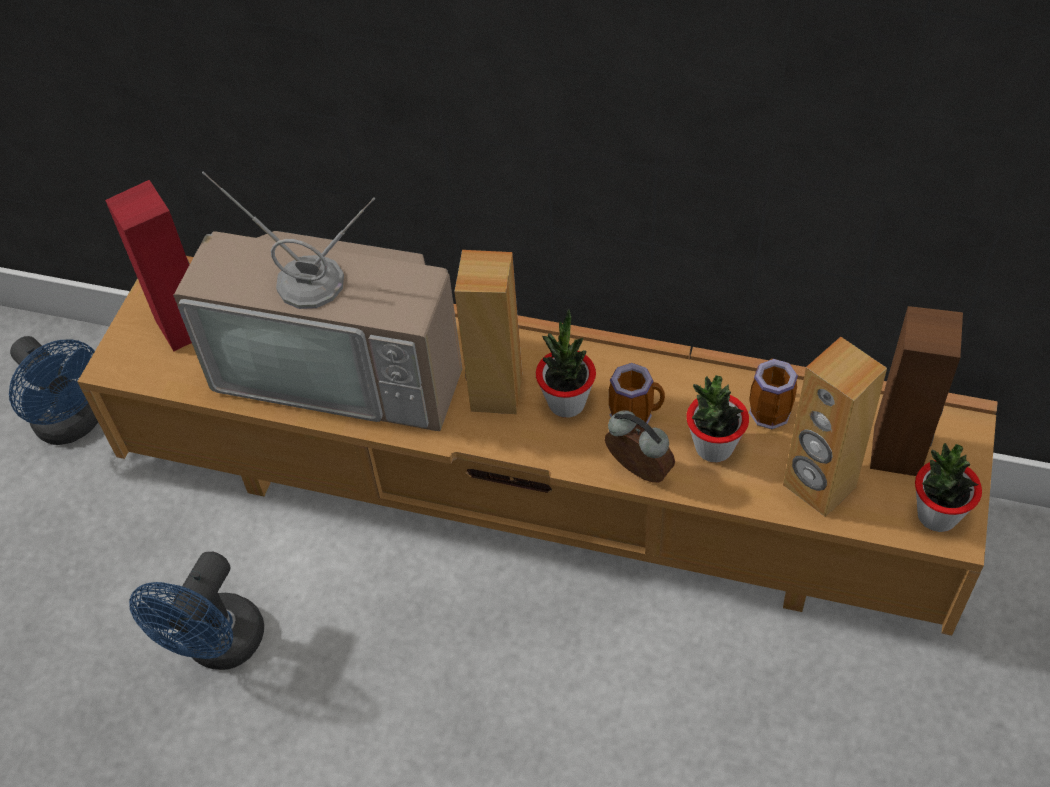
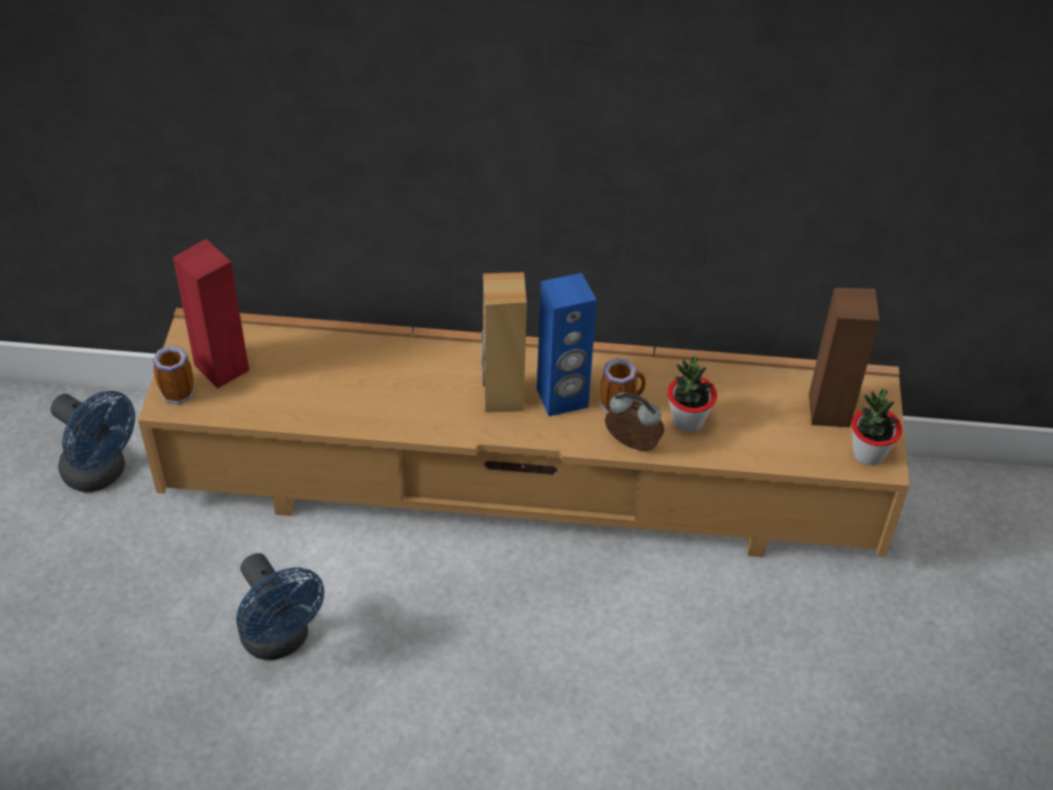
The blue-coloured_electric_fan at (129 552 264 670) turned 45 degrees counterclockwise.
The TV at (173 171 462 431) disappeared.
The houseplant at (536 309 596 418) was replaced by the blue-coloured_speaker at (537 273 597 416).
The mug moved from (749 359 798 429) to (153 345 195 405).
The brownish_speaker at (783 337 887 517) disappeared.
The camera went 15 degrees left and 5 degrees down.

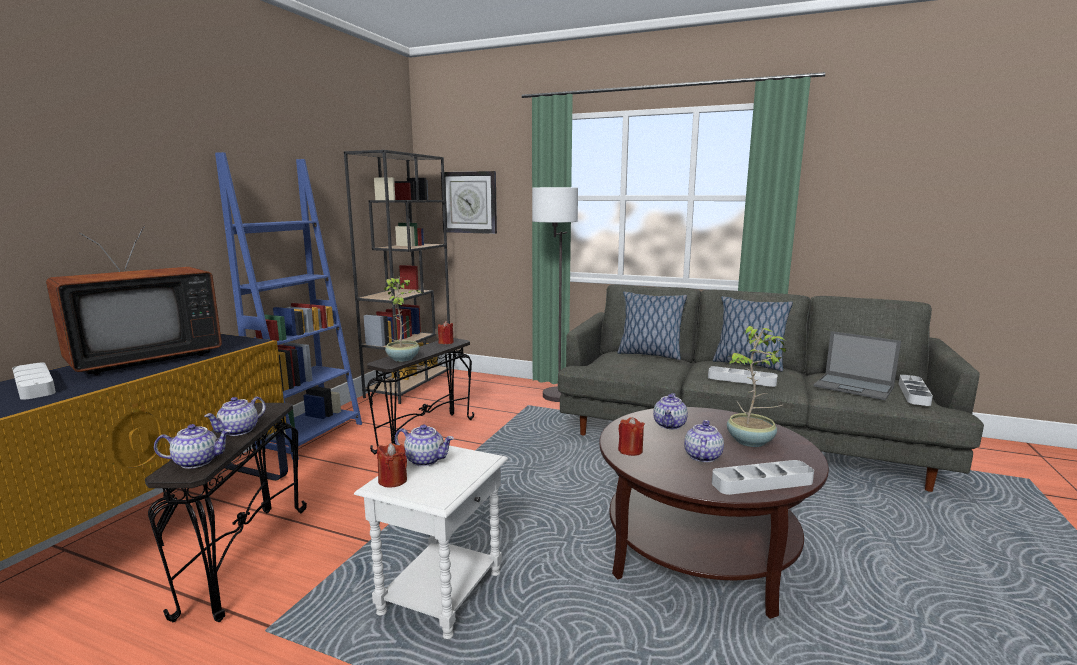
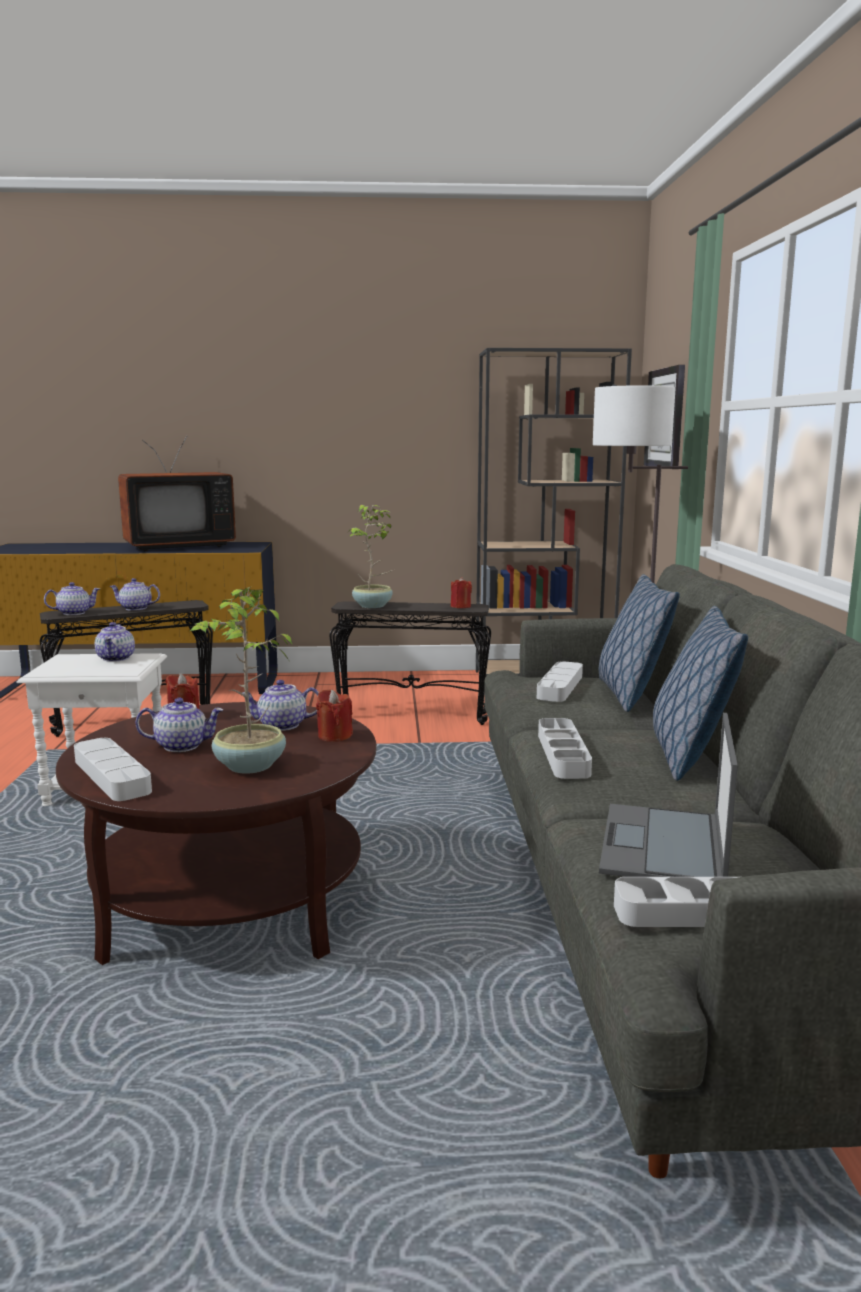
The gray_serving_tray moved from (12 363 56 400) to (537 661 583 702).
The TV at (46 226 222 375) turned 45 degrees counterclockwise.
The teapot at (154 424 231 469) turned 75 degrees counterclockwise.
The blue-coloured_bookshelf at (215 152 362 460) disappeared.
The reddish_wax_light moved from (377 443 407 488) to (316 689 353 742).
The camera went 65 degrees right and 0 degrees up.

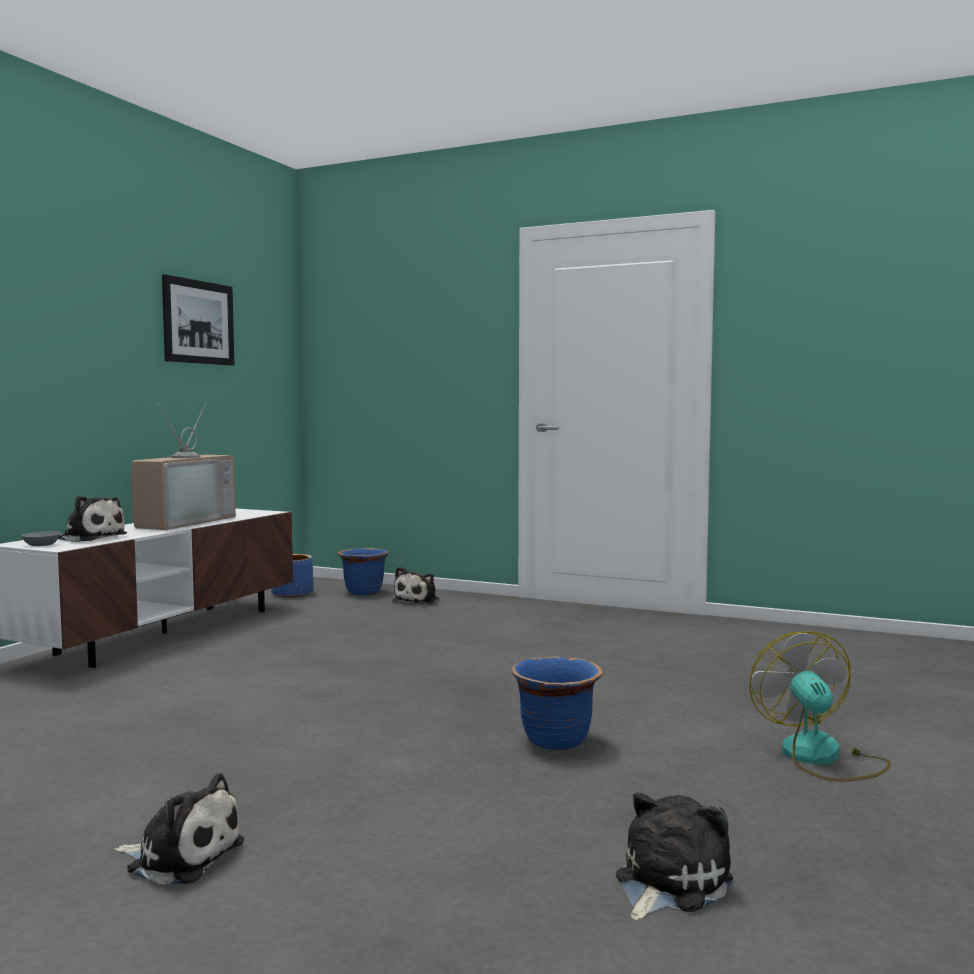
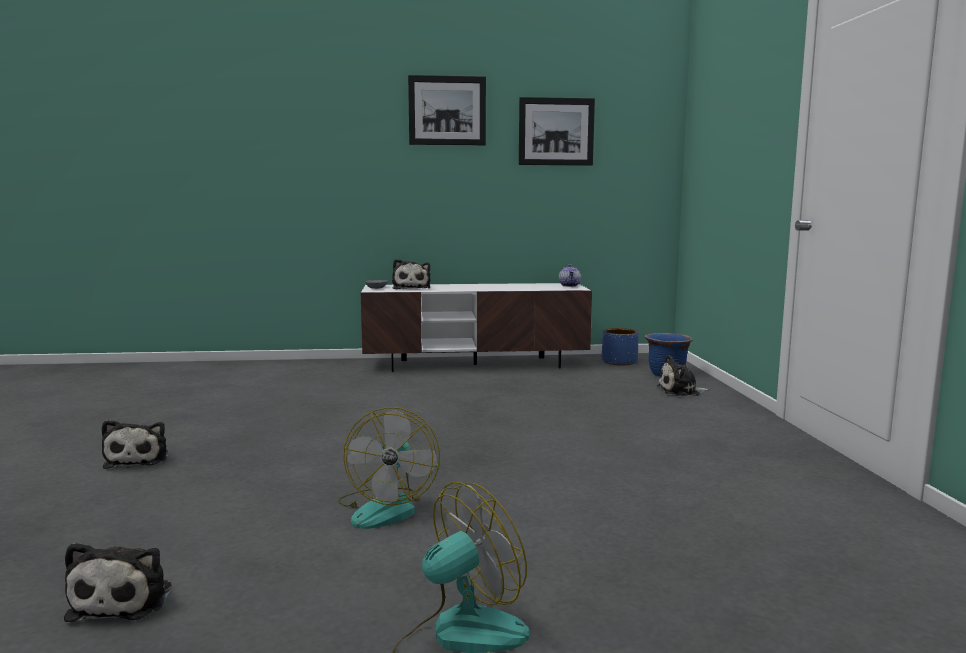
The TV at (131 403 236 530) disappeared.
The blue-coloured_planter at (511 656 603 750) was replaced by the electric_fan at (338 407 440 529).
The cuddly_toy at (616 793 733 921) turned 75 degrees clockwise.
The picture at (408 75 486 145) appeared.
The teapot at (559 264 581 287) appeared.
The camera went 60 degrees right and 5 degrees up.

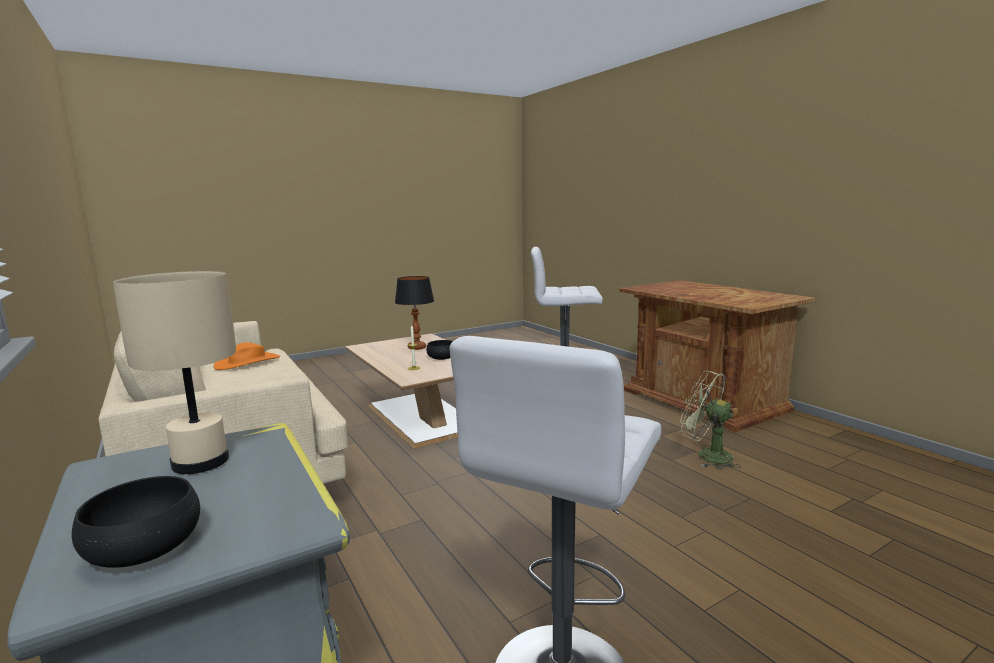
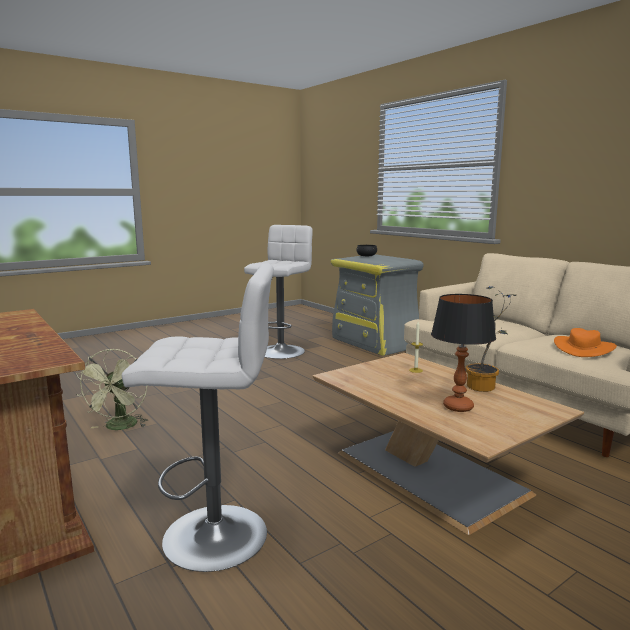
The sand-coloured_tabletop_lamp at (113 271 236 474) disappeared.
The black-coloured_bowl at (426 340 453 360) disappeared.
The green_electric_fan at (680 371 741 470) turned 60 degrees clockwise.
The houseplant at (465 286 516 392) appeared.
The camera went 175 degrees right and 0 degrees up.

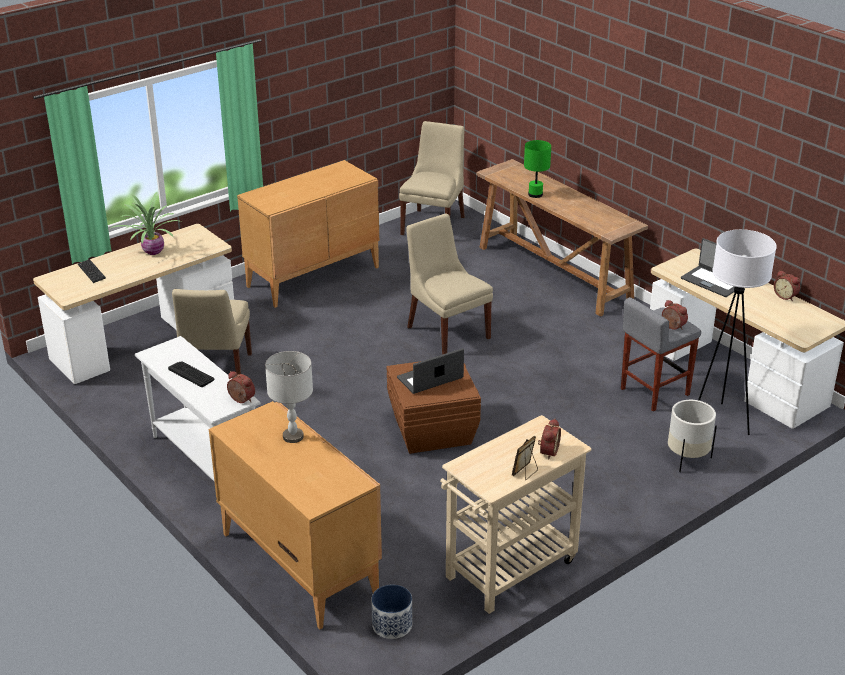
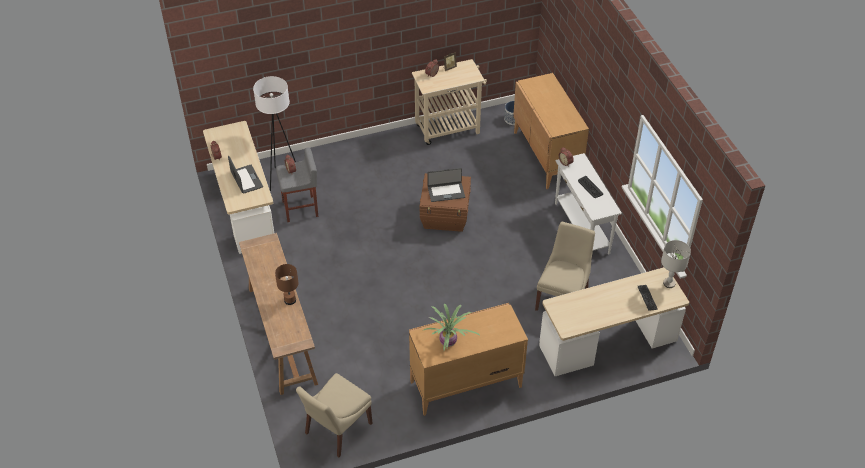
The houseplant moved from (108 192 181 255) to (424 303 479 351).
The gray_tabletop_lamp moved from (265 351 313 443) to (661 240 691 288).
The sand-coloured_plain_chair at (406 213 493 355) disappeared.
The green_tabletop_lamp at (524 140 551 198) became the brownish_tabletop_lamp at (275 264 298 305).
The white_planter at (668 400 717 472) disappeared.
The camera went 160 degrees left and 15 degrees up.

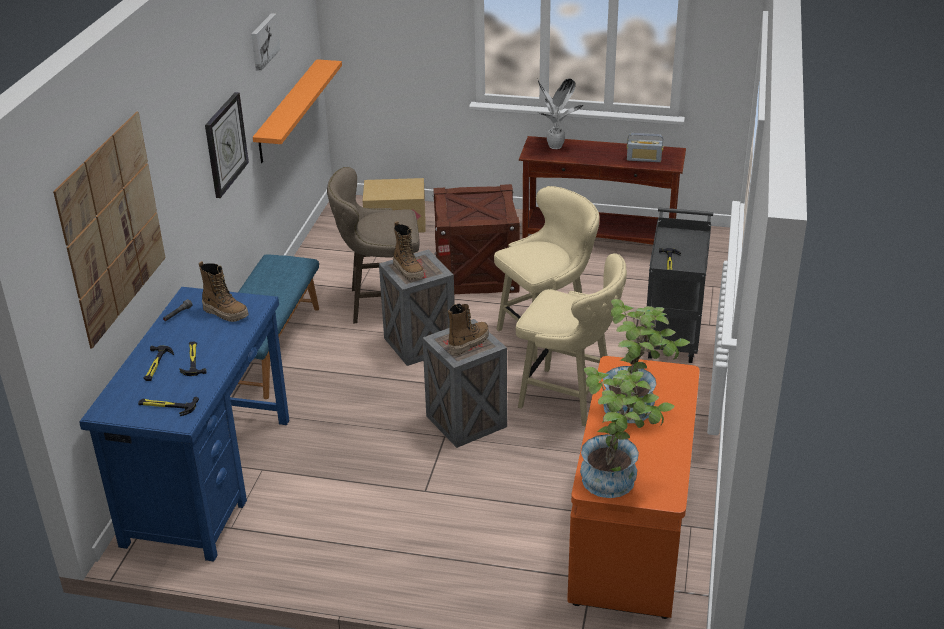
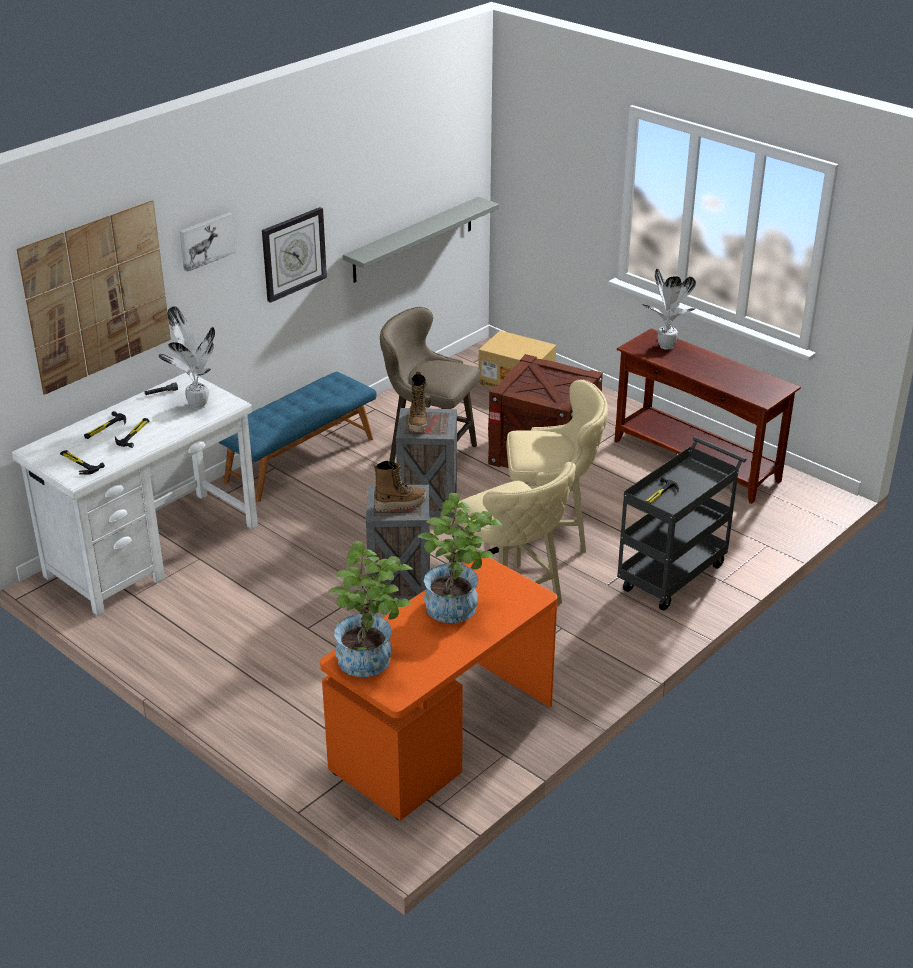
The blue-coloured_desk_unit at (79 287 289 562) became the white_desk_unit at (11 372 258 616).
The tall_boot at (199 261 249 322) was replaced by the houseplant at (159 306 215 409).
The picture moved from (251 13 280 71) to (180 212 236 272).
The orange_bracket_shelf at (253 59 342 163) became the gray_bracket_shelf at (343 197 499 283).
The radio at (627 133 663 162) disappeared.
The camera went 30 degrees right and 0 degrees up.

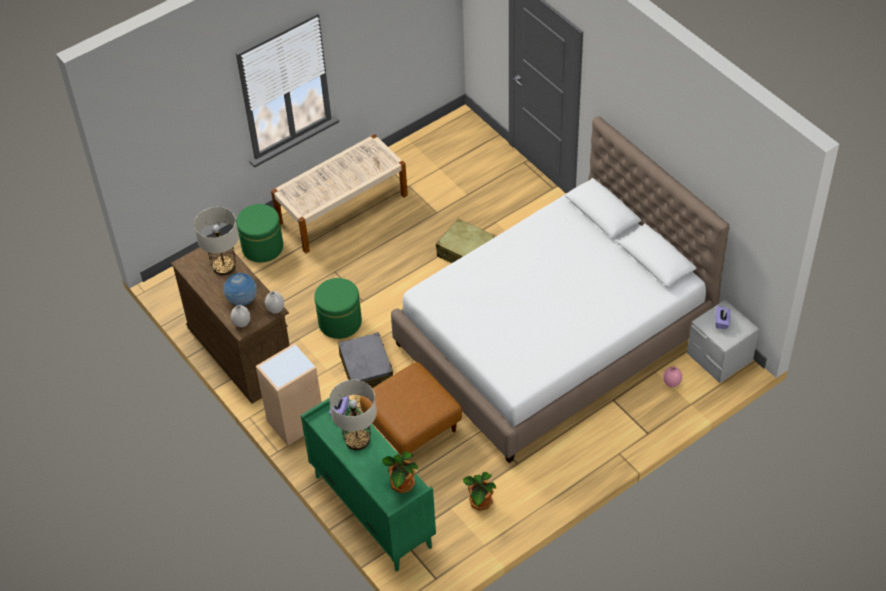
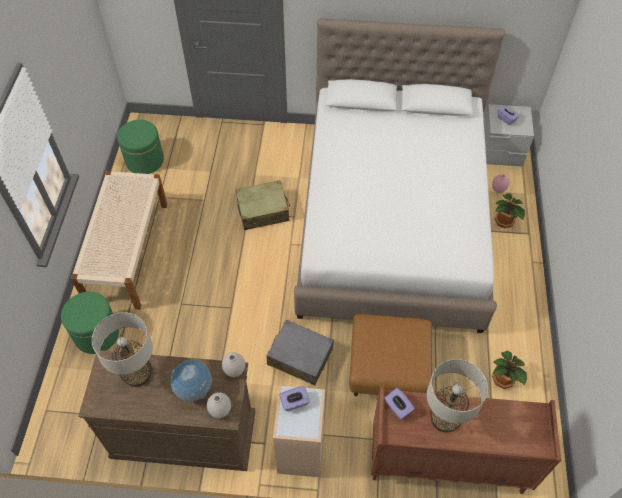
The green_storage_cabinet at (301 398 436 571) became the brownish_storage_cabinet at (371 386 561 494).
The green_footrest moved from (314 278 362 339) to (117 120 164 174).
The houseplant moved from (382 452 418 493) to (494 193 525 228).
The purple_tissue_box at (279 386 310 411) appeared.
The camera went 50 degrees left and 5 degrees up.

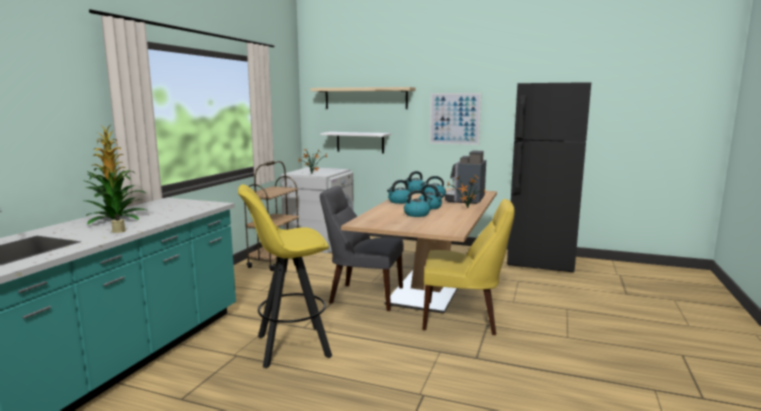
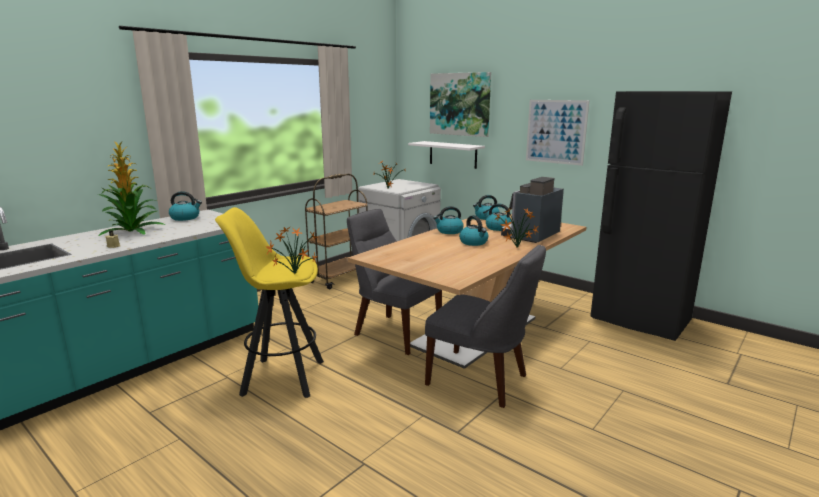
The sand-coloured_bracket_shelf at (311 87 415 109) was replaced by the picture at (430 72 491 137).
The kettle moved from (404 190 432 217) to (169 191 202 221).
The yellowish_plain_chair at (422 199 515 335) became the gray_plain_chair at (425 245 546 408).
The houseplant at (266 227 318 274) appeared.
The camera went 20 degrees right and 5 degrees up.

